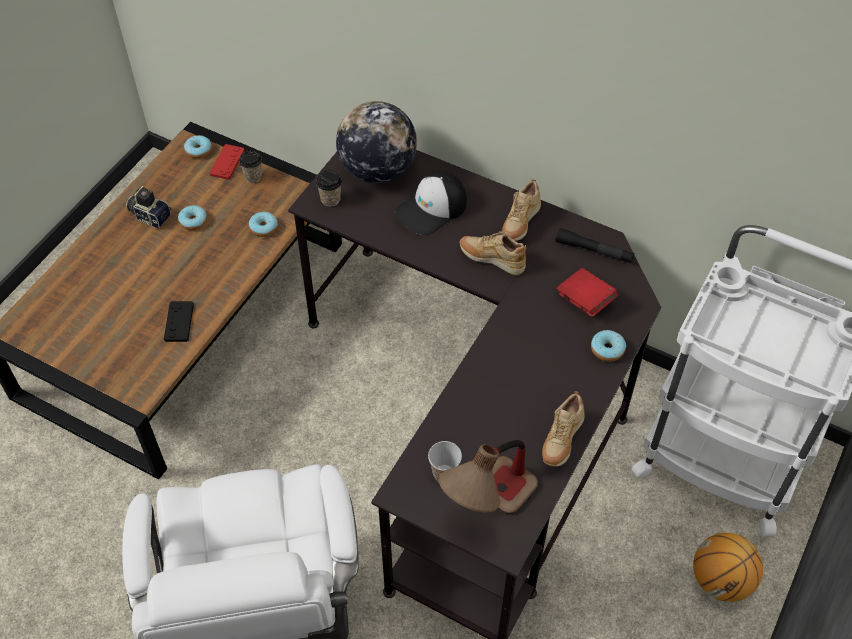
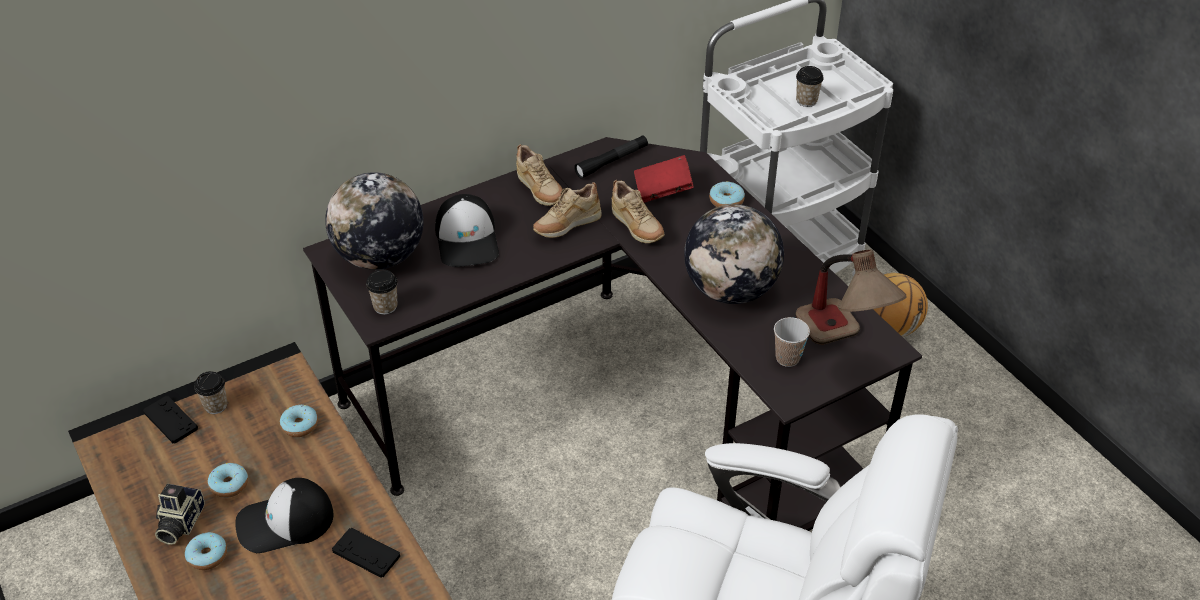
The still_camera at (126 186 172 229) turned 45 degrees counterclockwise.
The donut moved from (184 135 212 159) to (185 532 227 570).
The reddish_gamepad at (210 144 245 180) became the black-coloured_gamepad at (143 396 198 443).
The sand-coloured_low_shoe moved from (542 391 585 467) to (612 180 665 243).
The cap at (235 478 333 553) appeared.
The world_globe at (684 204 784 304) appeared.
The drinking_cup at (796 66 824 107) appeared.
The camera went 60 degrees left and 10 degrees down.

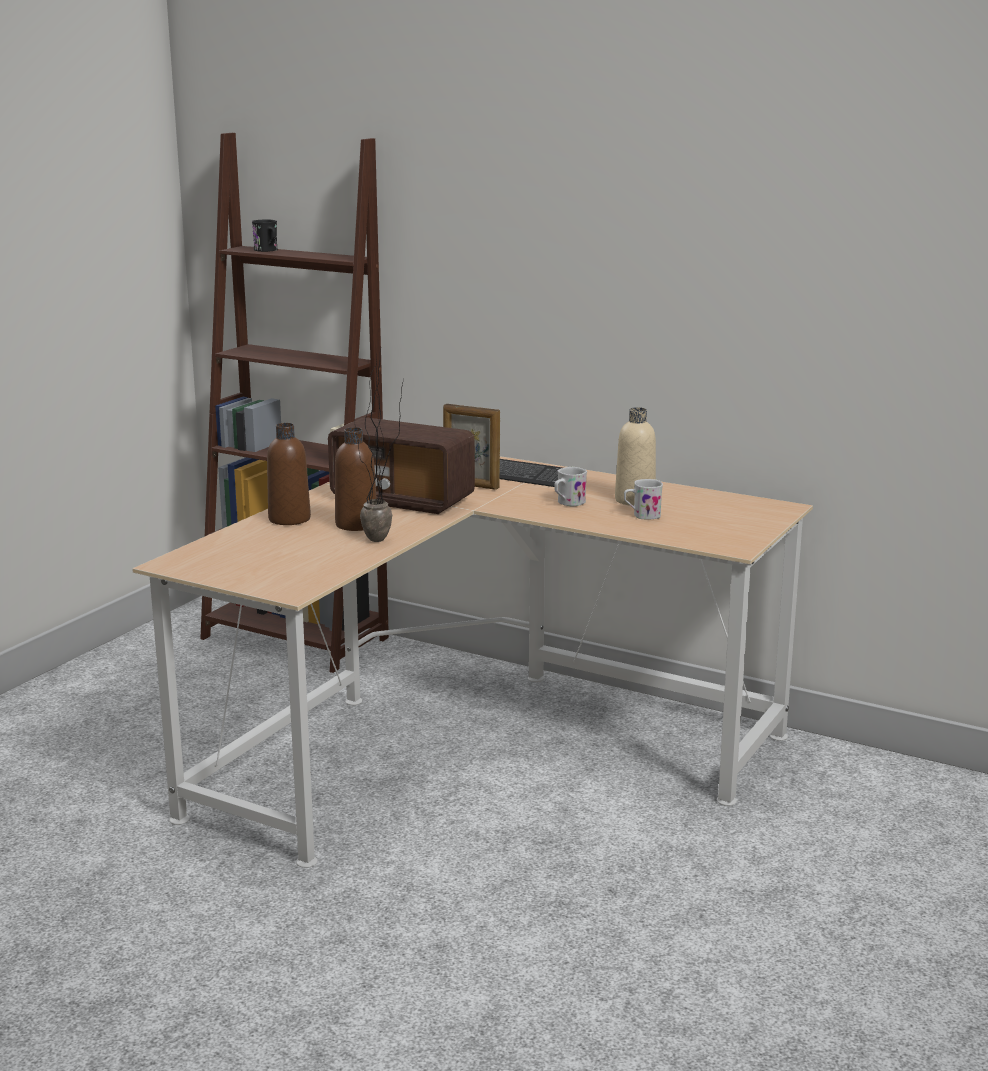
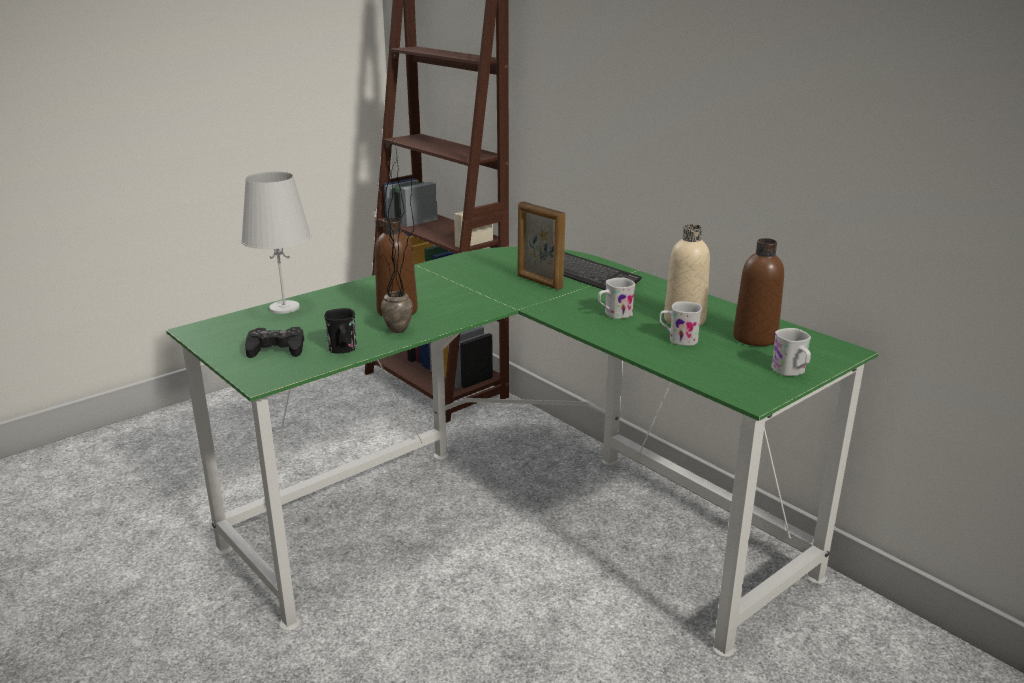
The sand-coloured_desk_unit at (132 456 813 868) became the green_desk_unit at (166 247 878 657).
The black-coloured_mug moved from (252 219 278 252) to (324 308 357 353).
The brownish_bottle moved from (267 423 311 525) to (733 238 784 346).
The radio at (328 417 475 514) disappeared.
The white_tabletop_lamp at (241 171 312 314) appeared.
The black-coloured_gamepad at (245 327 304 358) appeared.
The white_mug at (771 328 811 376) appeared.
The camera went 20 degrees right and 5 degrees up.

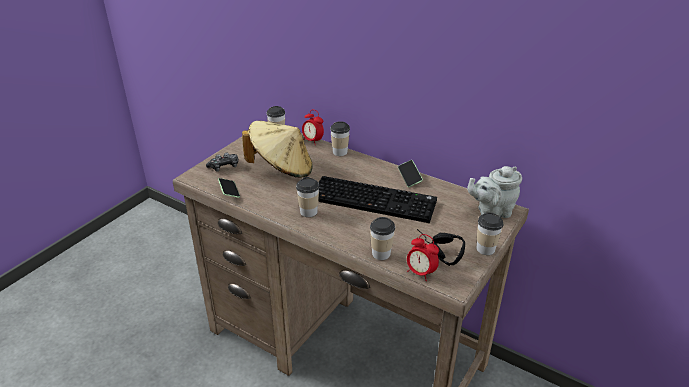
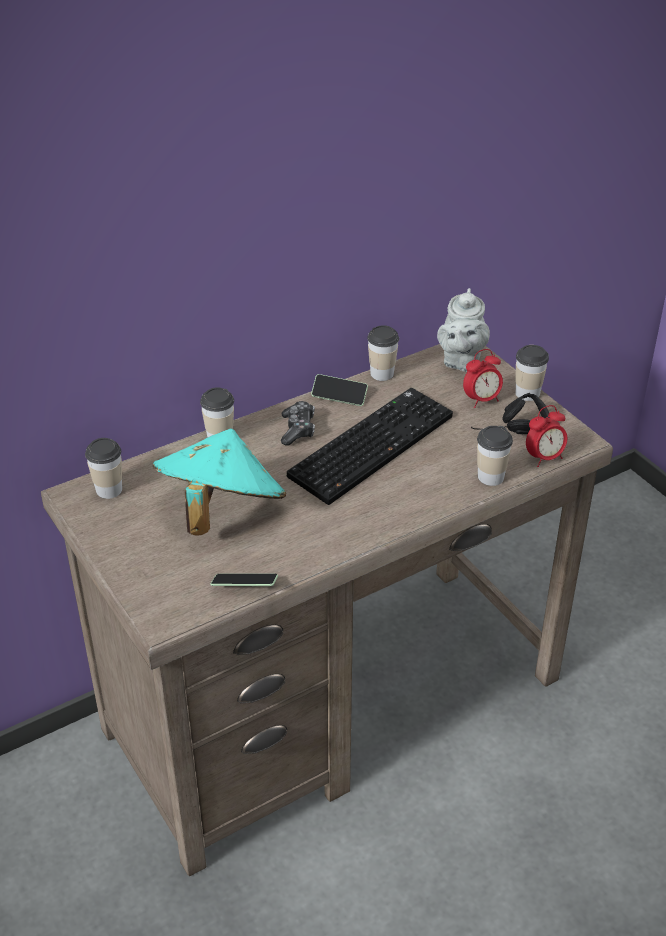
The gamepad moved from (206 153 238 172) to (281 401 315 446).
The sand-coloured_wearable_hat at (242 121 313 178) became the turquoise_wearable_hat at (153 428 286 536).
The drinking_cup moved from (296 177 319 217) to (367 325 399 381).
The bedside_clock moved from (302 110 324 143) to (463 349 503 408).
The camera went 65 degrees left and 5 degrees up.

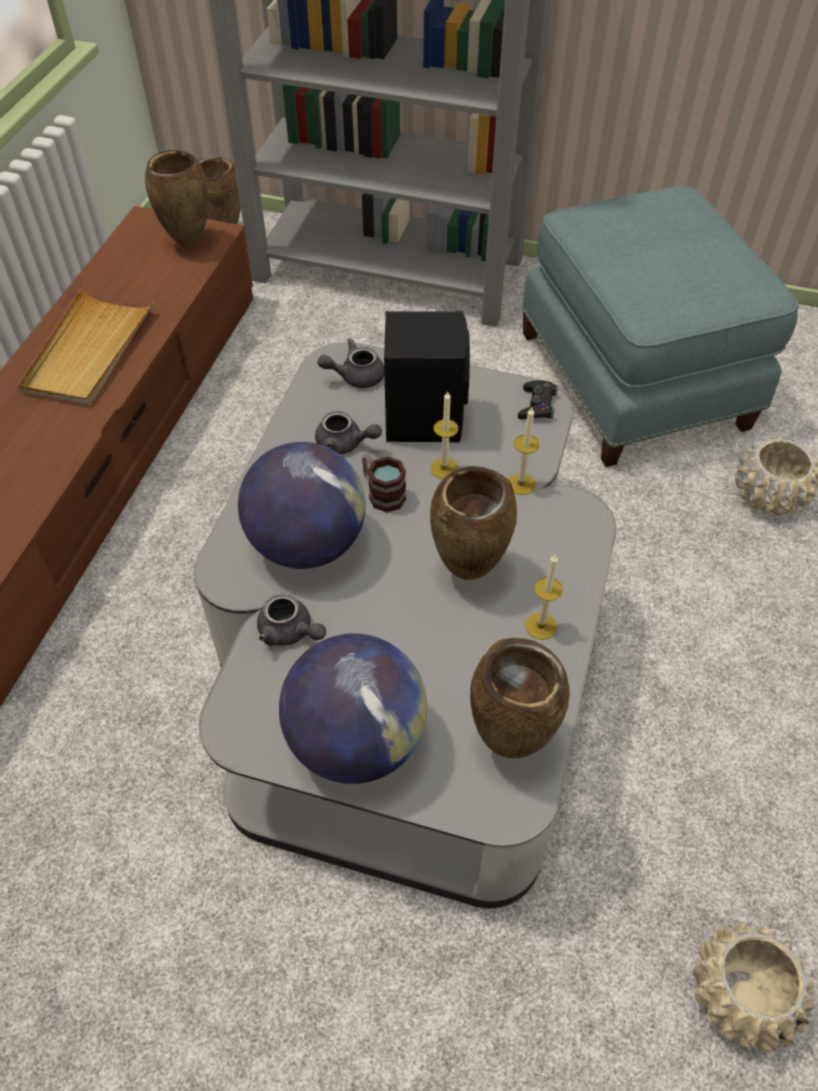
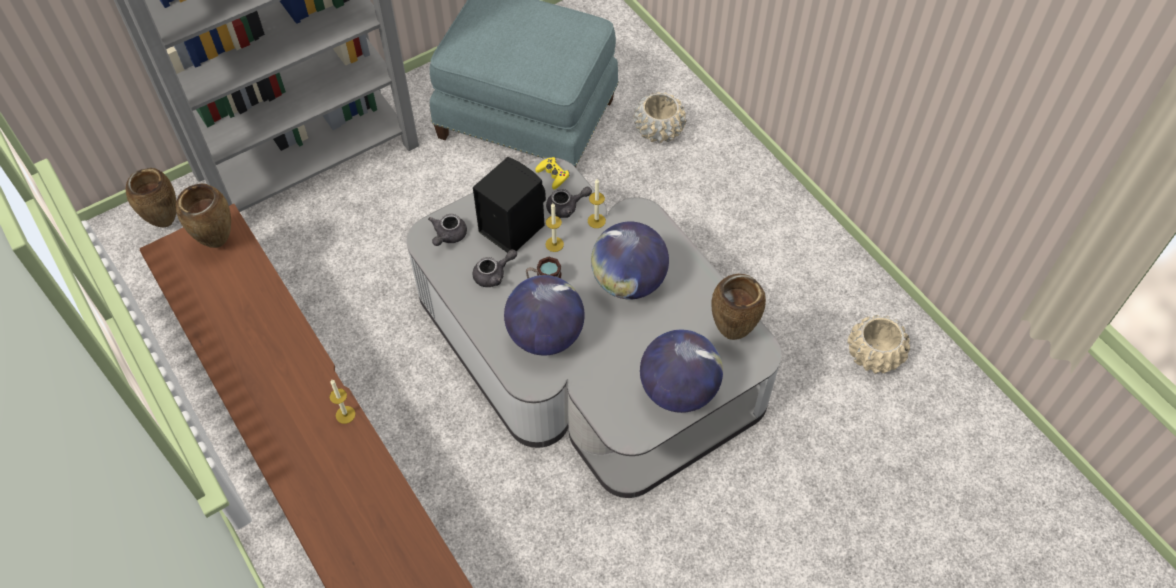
The sand-coloured_serving_tray at (18 289 154 405) disappeared.
The gray_teapot moved from (257 594 326 646) to (546 187 592 218).
The brownish_decorative_vase at (430 466 517 580) was replaced by the world_globe at (591 222 669 299).
The black-coloured_gamepad at (518 380 558 419) became the yellowish_gamepad at (535 157 570 190).
The wax_light moved from (525 553 563 640) to (329 380 356 424).
The camera went 50 degrees left and 5 degrees up.

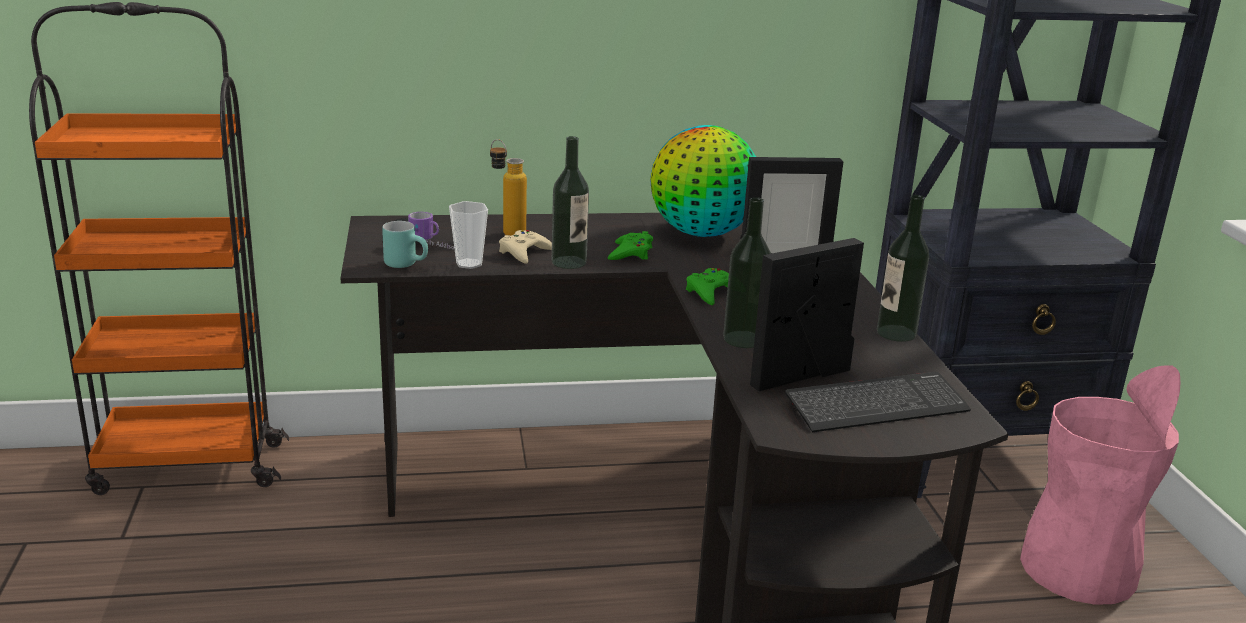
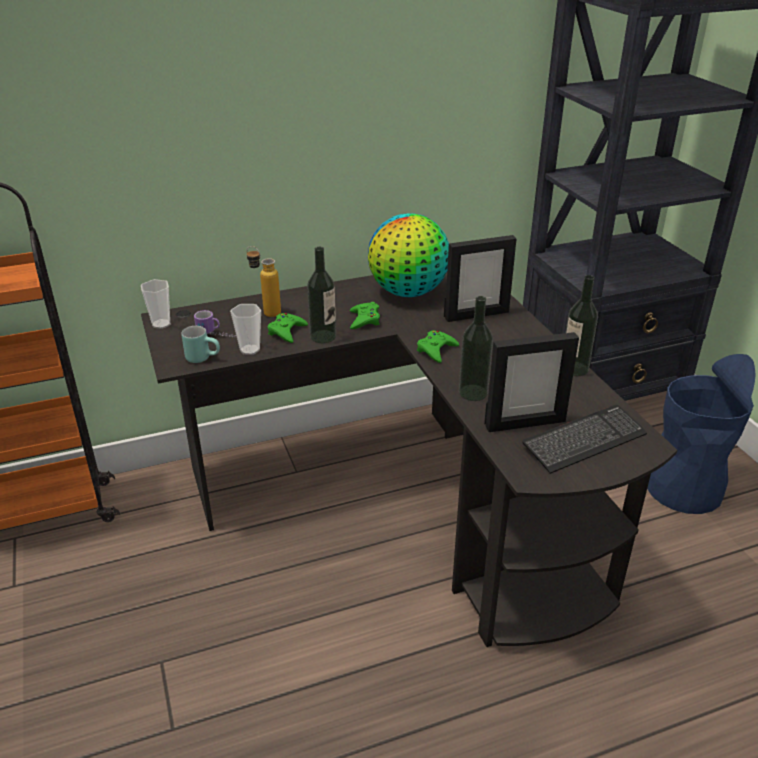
The sand-coloured_gamepad at (499 230 552 264) became the green_gamepad at (268 313 308 343).
The photo_frame at (750 238 864 391) turned 150 degrees counterclockwise.
The pink_trash_can at (1020 365 1180 605) became the blue-coloured_trash_can at (647 354 756 514).
The drinking_cup at (141 279 170 329) appeared.
The camera went 10 degrees left and 10 degrees up.

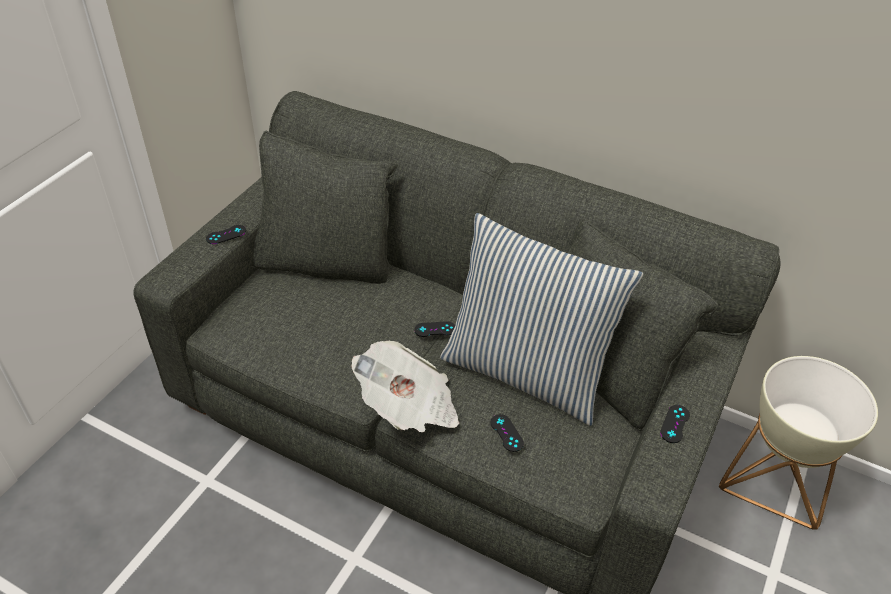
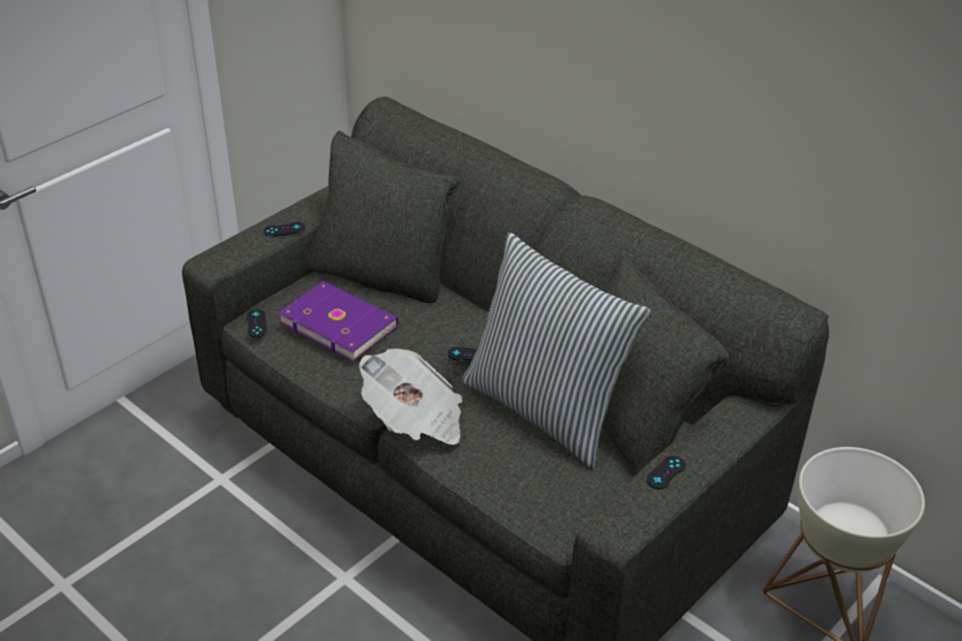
The black-coloured_gamepad moved from (491 414 524 452) to (247 309 267 337).
The purple_bound_book at (278 281 399 362) appeared.
The camera went 15 degrees right and 5 degrees down.

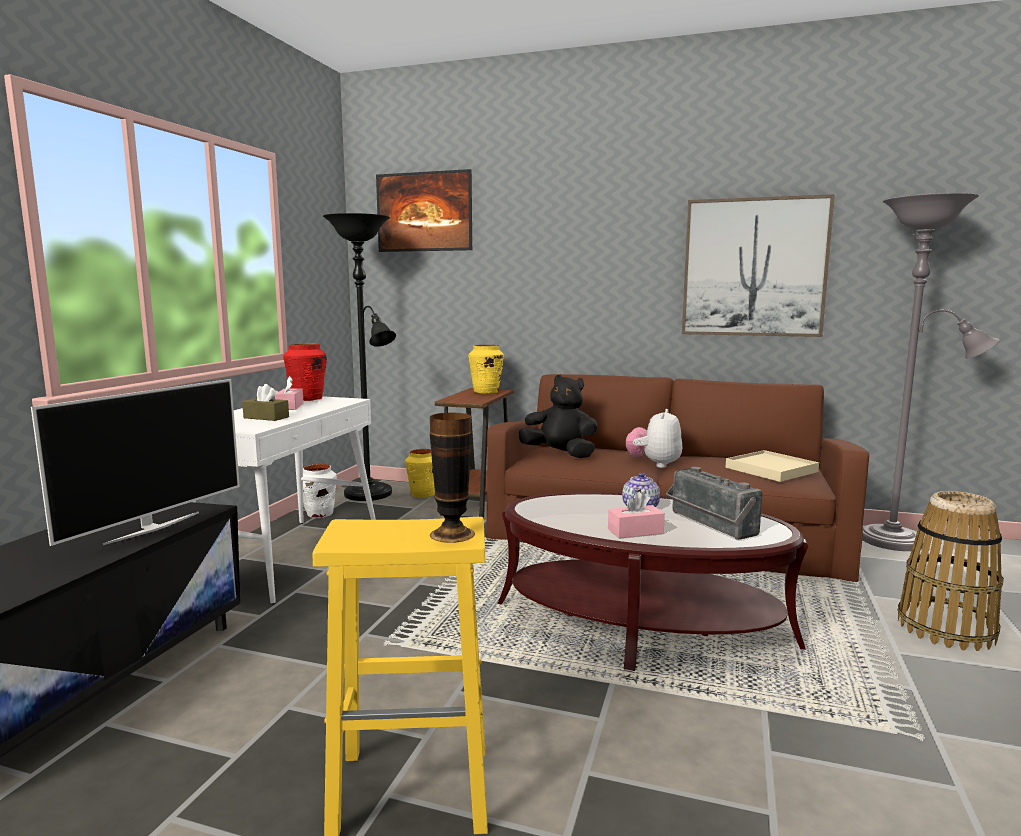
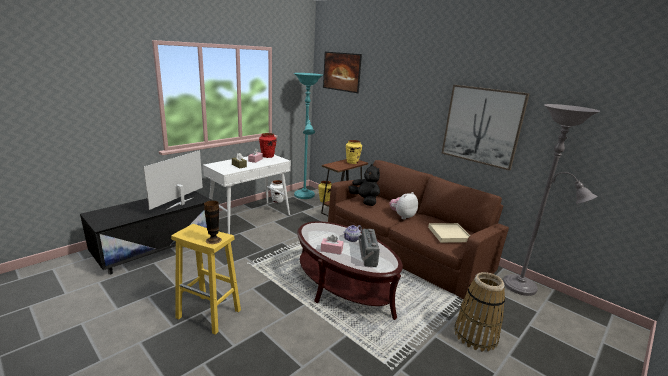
The TV at (31 379 240 546) turned 150 degrees clockwise.
The black-coloured_floor_lamp at (323 213 396 501) became the turquoise_floor_lamp at (294 73 323 199).
The camera went 25 degrees right and 10 degrees up.

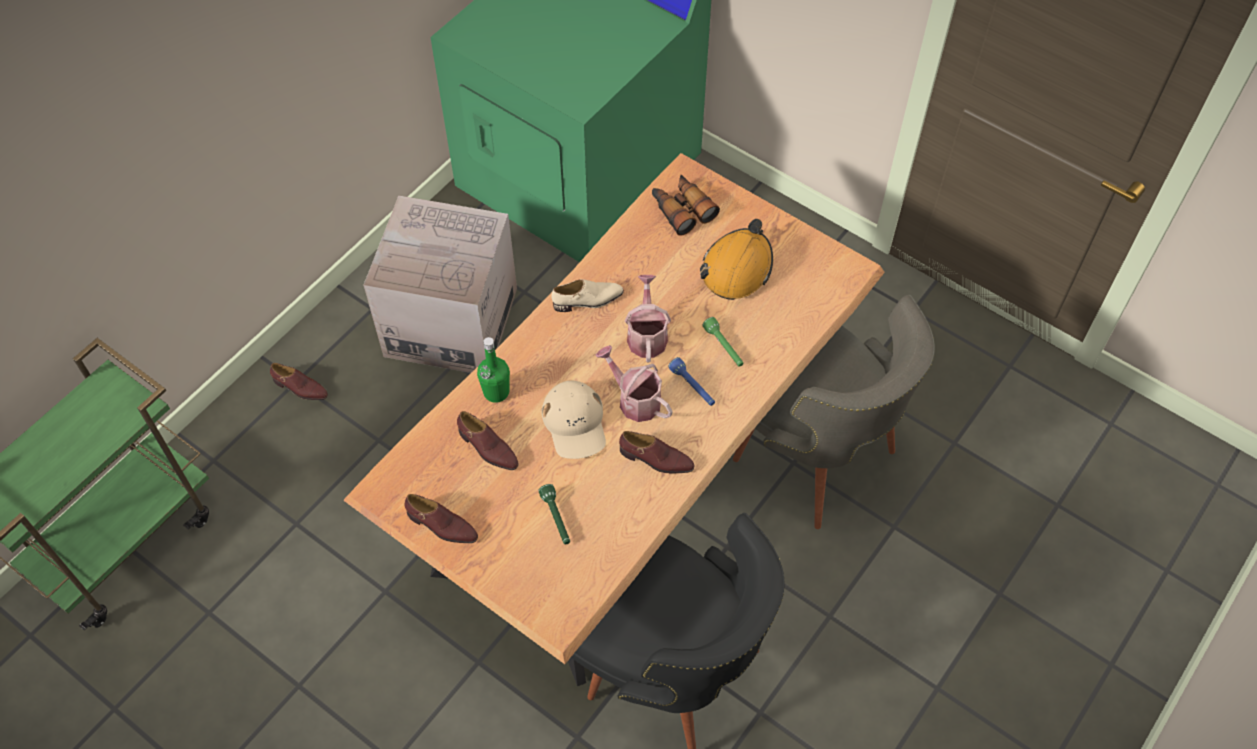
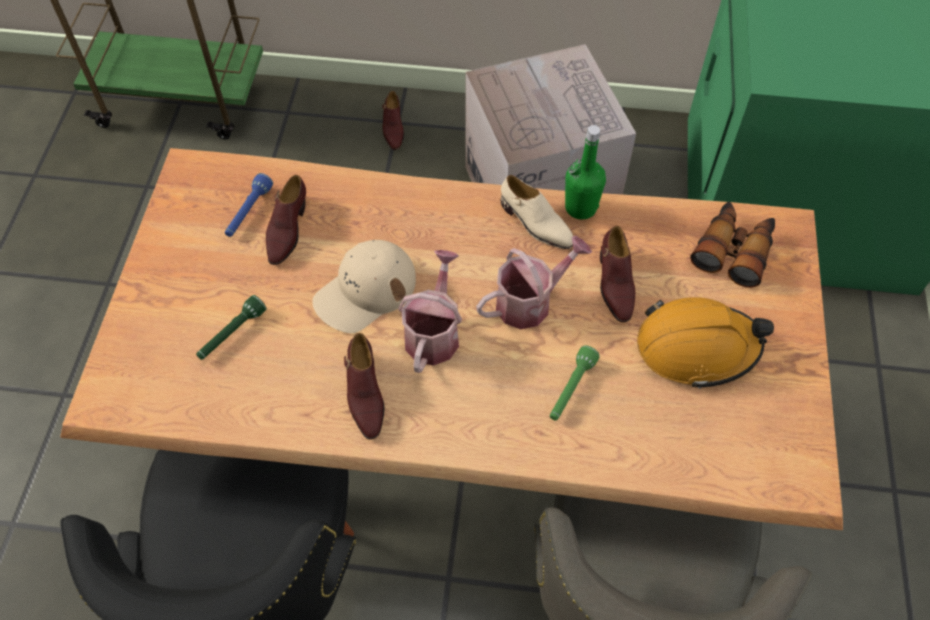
The brownish_low_shoe moved from (404 494 478 543) to (600 226 635 322).
The green_bottle moved from (477 337 510 403) to (565 125 606 220).
The blue-coloured_torch moved from (668 357 715 406) to (225 173 273 237).
The camera went 60 degrees right and 0 degrees up.

